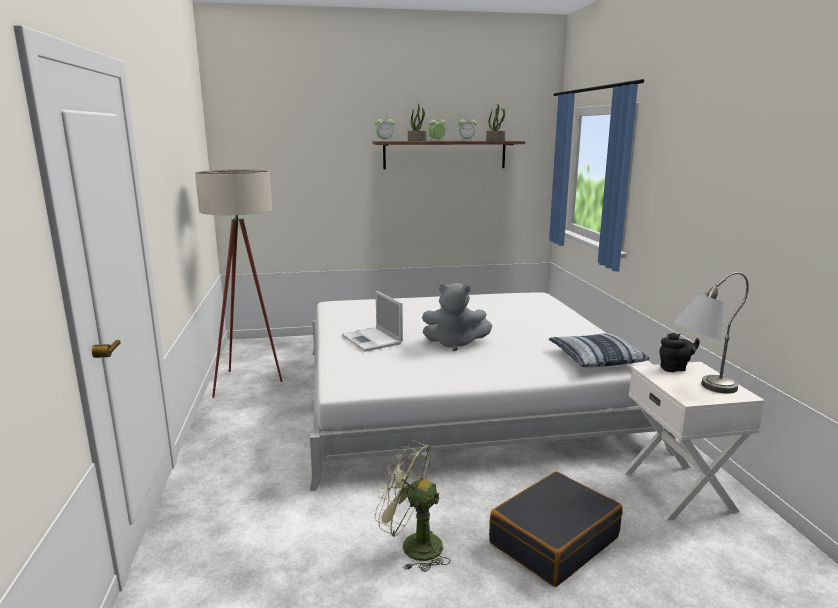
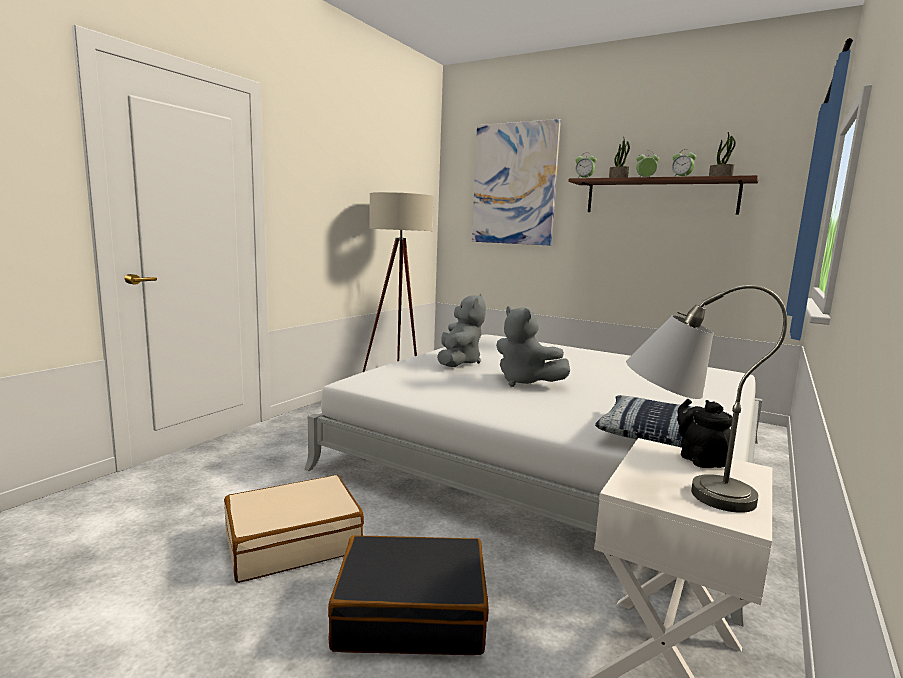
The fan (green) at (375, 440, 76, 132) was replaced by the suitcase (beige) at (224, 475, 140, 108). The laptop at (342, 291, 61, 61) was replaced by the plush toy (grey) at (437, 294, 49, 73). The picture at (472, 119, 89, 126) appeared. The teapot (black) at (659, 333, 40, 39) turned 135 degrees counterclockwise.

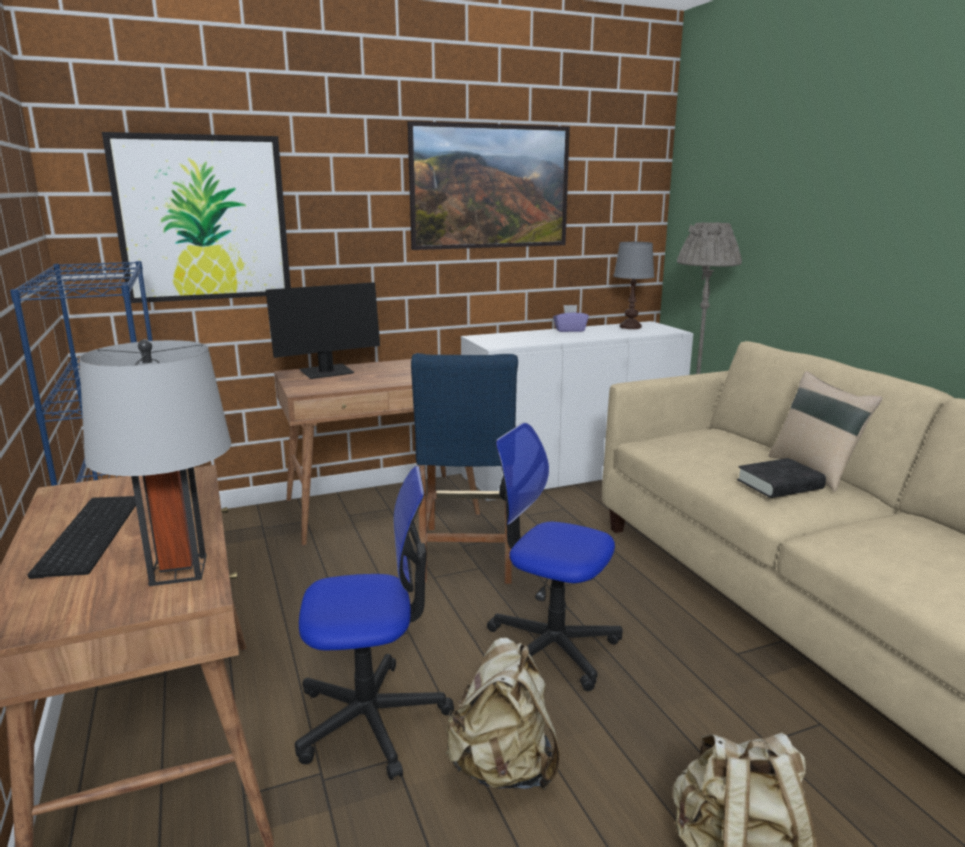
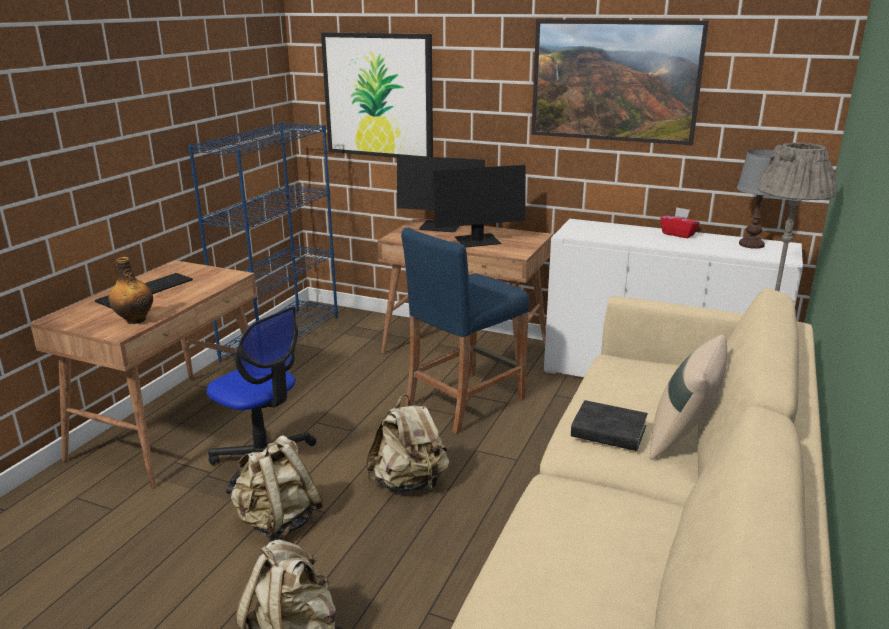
The table lamp (grey) at (79, 339, 153, 247) was replaced by the bottle at (109, 257, 44, 67). The office chair at (487, 423, 136, 268) was replaced by the backpack (beige) at (366, 394, 83, 98). The monitor at (433, 165, 93, 83) appeared. The tissue box (purple) at (553, 305, 36, 27) became the tissue box (red) at (660, 207, 40, 31).

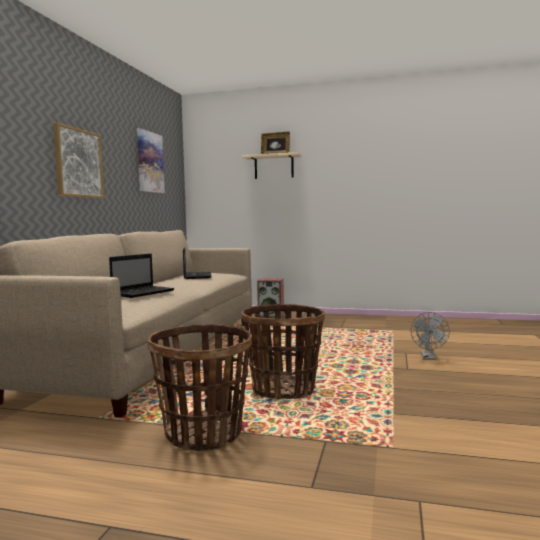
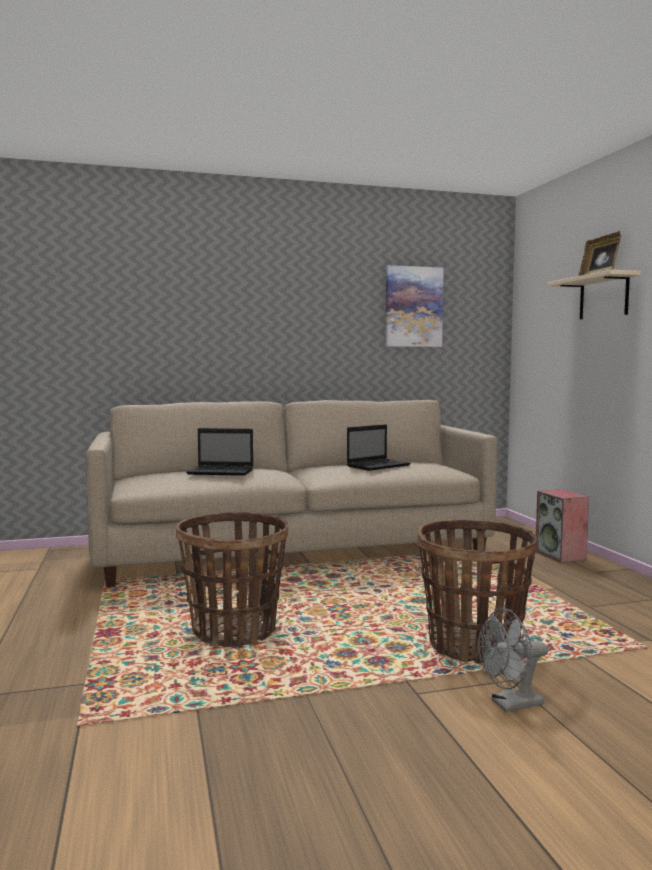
The basket moved from (148, 324, 104, 127) to (418, 520, 119, 143). The picture at (53, 123, 51, 75) disappeared.

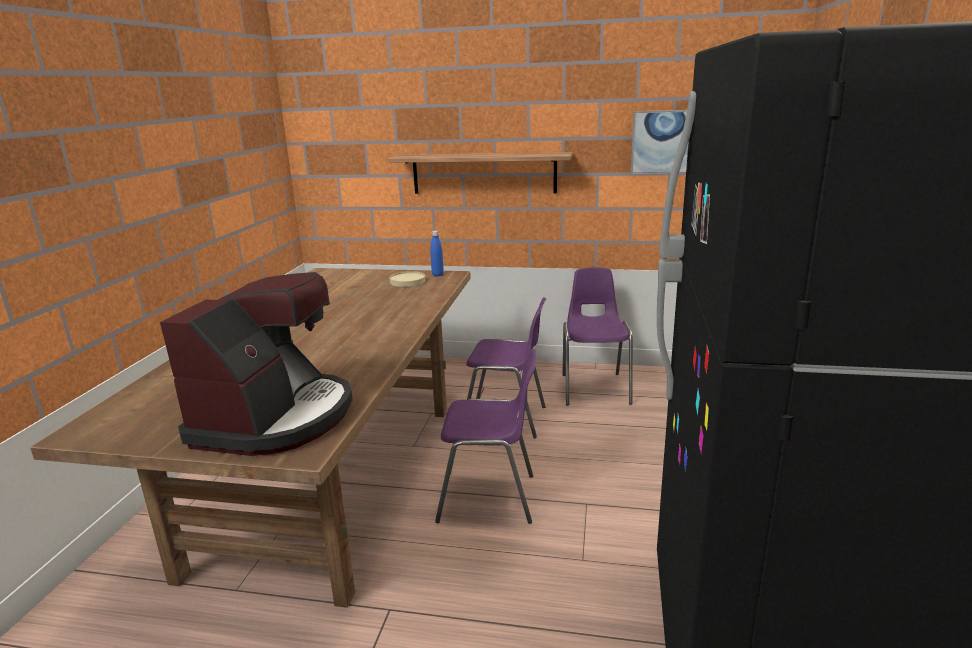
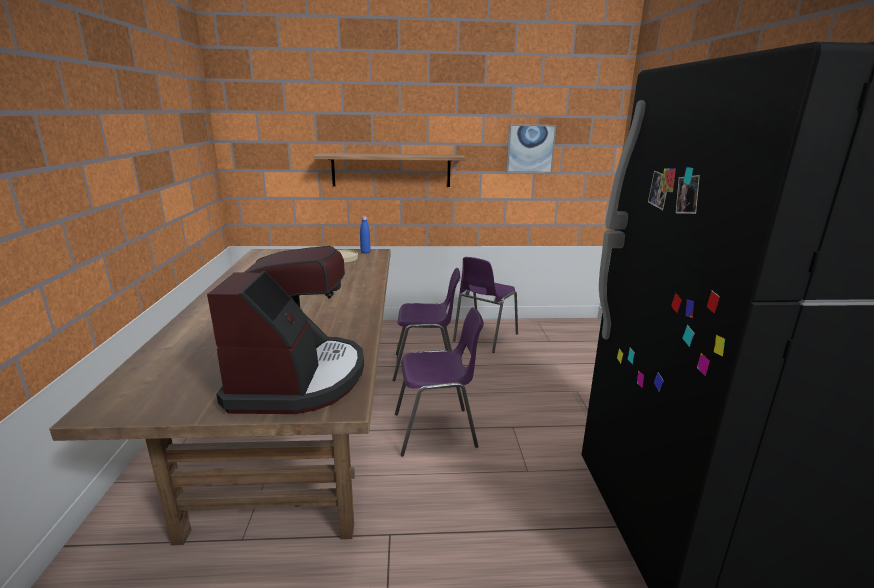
The chair (purple) at (562, 267, 71, 138) turned 135 degrees counterclockwise.

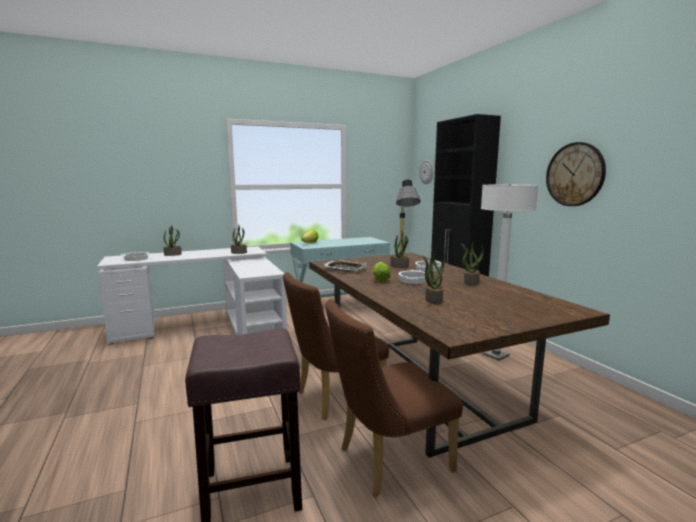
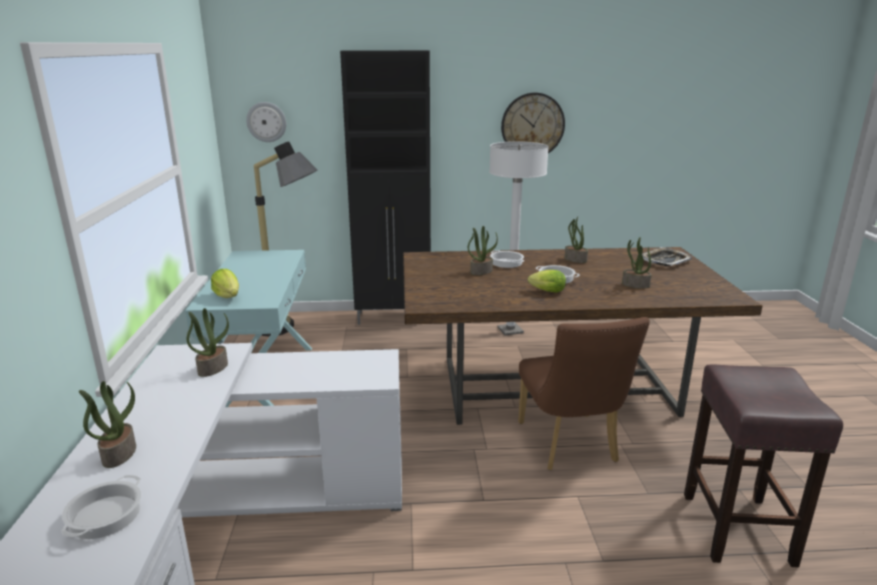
The tray moved from (323, 260, 44, 12) to (642, 247, 50, 19). The chair (brown) at (325, 299, 138, 199) disappeared.

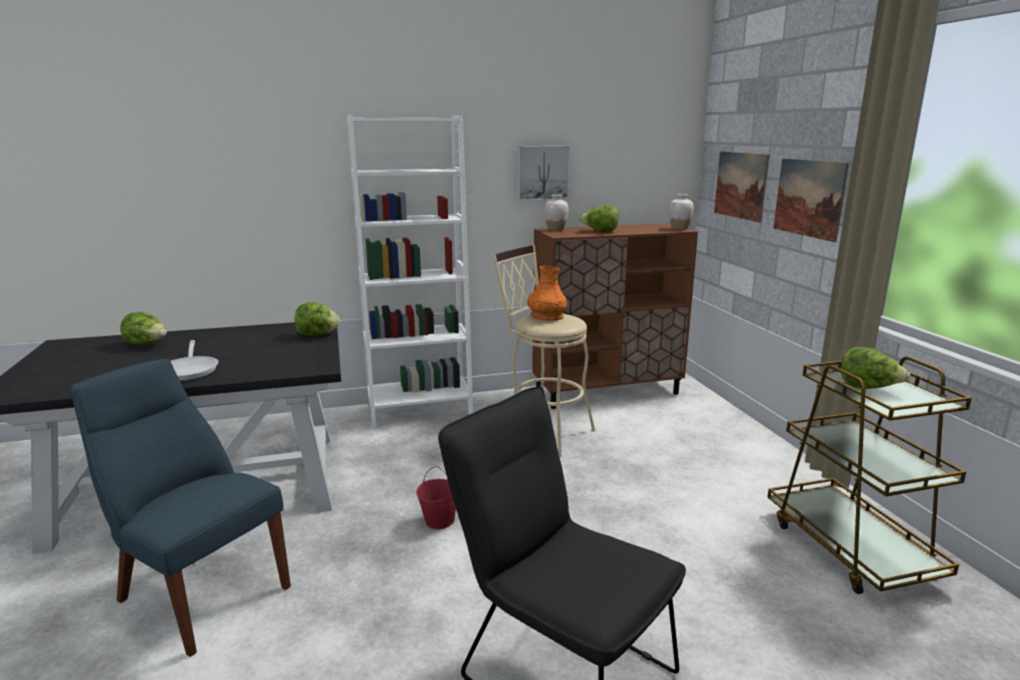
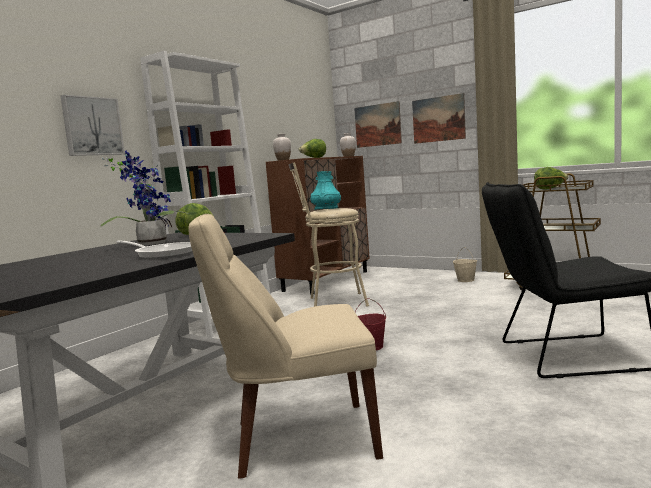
The picture moved from (517, 146, 53, 55) to (61, 95, 64, 61). The potted plant at (100, 150, 88, 95) appeared. The chair (blue) at (71, 358, 220, 299) became the chair (beige) at (188, 214, 195, 265). The vase (orange) at (527, 266, 40, 55) became the vase (turquoise) at (310, 171, 31, 39). The bucket (beige) at (453, 247, 24, 35) appeared. The lettuce at (120, 312, 47, 34) disappeared.

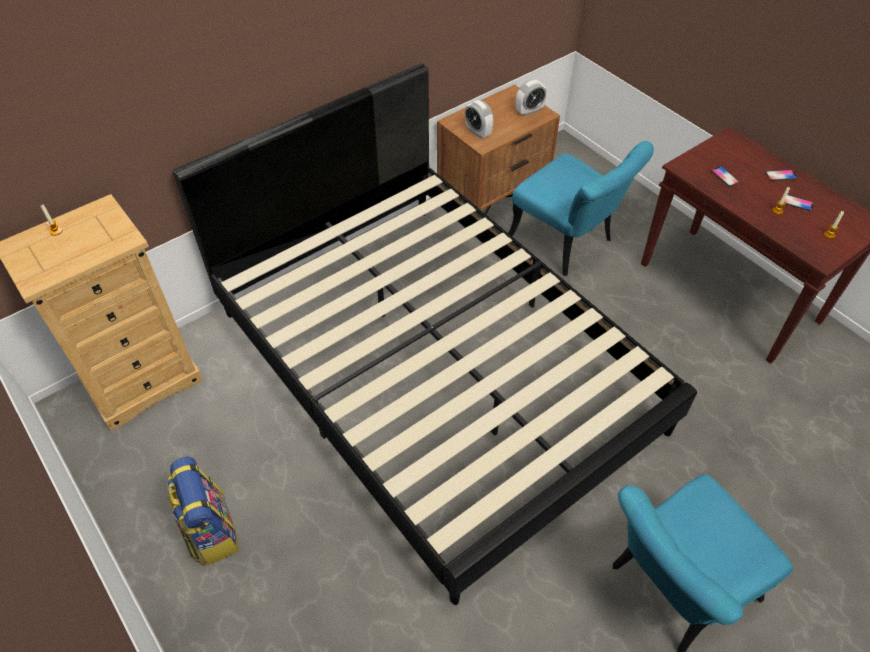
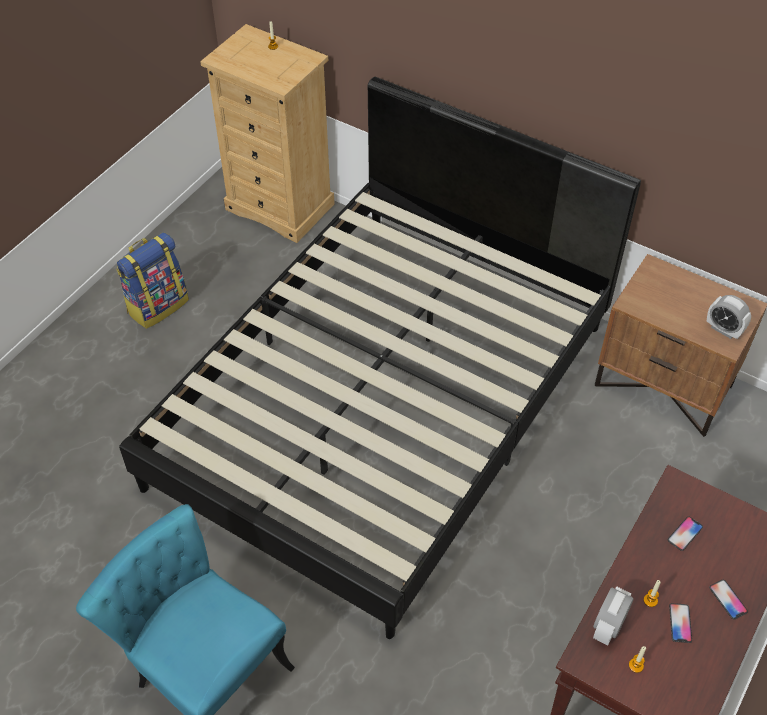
The alarm clock moved from (465, 100, 28, 38) to (593, 586, 40, 59). The chair (turquoise) at (508, 141, 146, 135) disappeared.

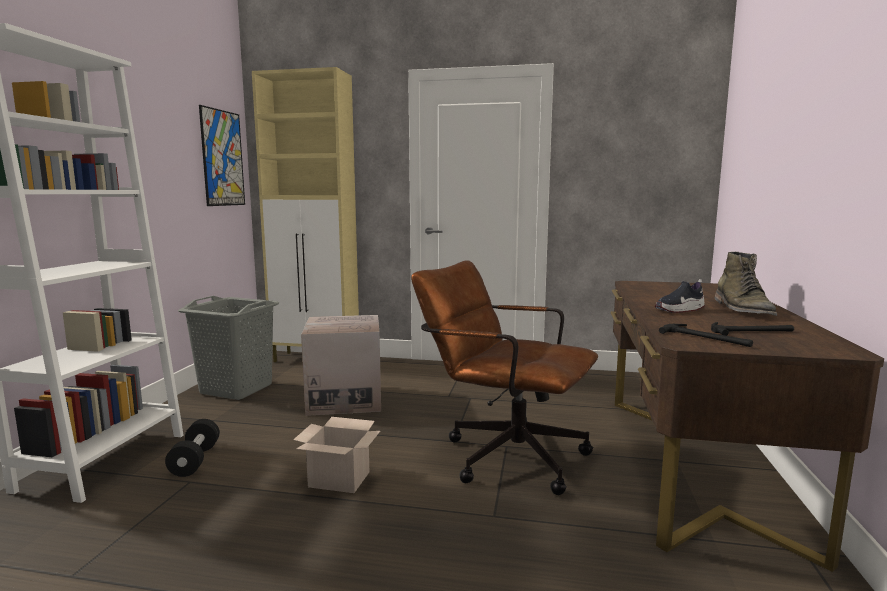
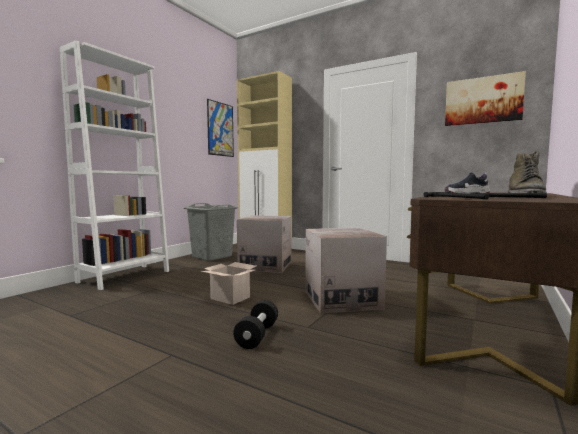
The dumbbell (black) moved from (165, 419, 55, 58) to (233, 300, 45, 49). The office chair (brown) at (411, 260, 187, 235) was replaced by the cardboard box at (305, 228, 82, 86). The picture at (445, 71, 81, 55) appeared.

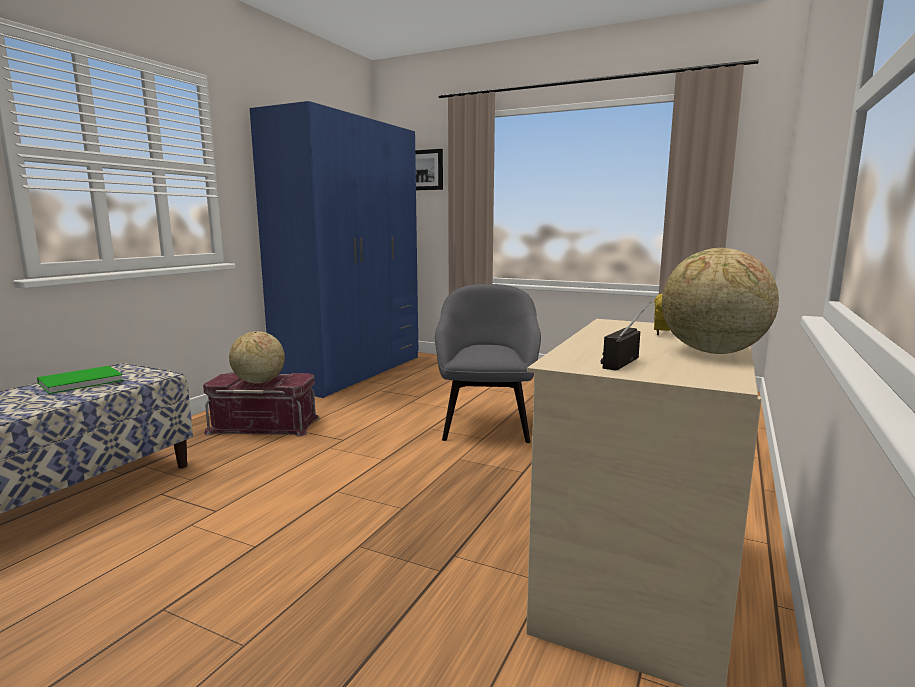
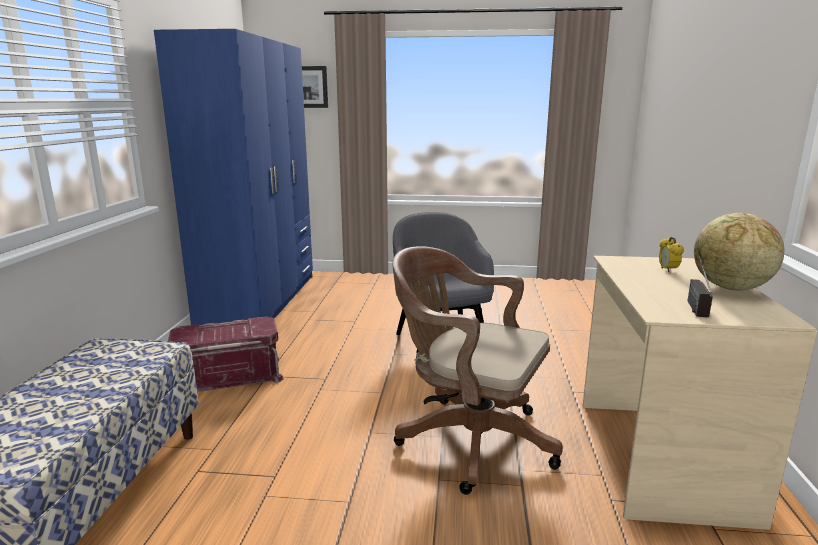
The office chair (brown) at (392, 246, 171, 249) appeared. The book (green) at (37, 366, 87, 28) disappeared. The globe at (229, 331, 56, 53) disappeared.

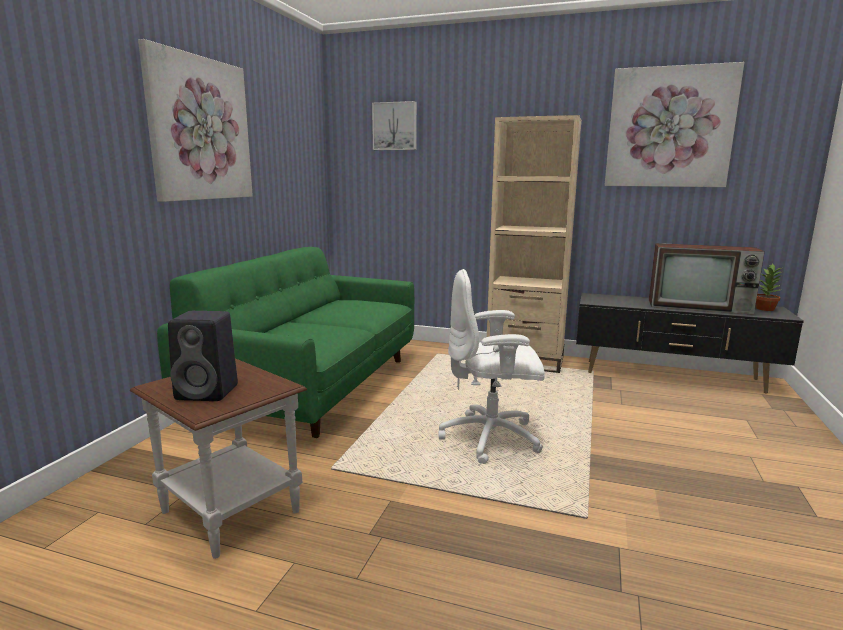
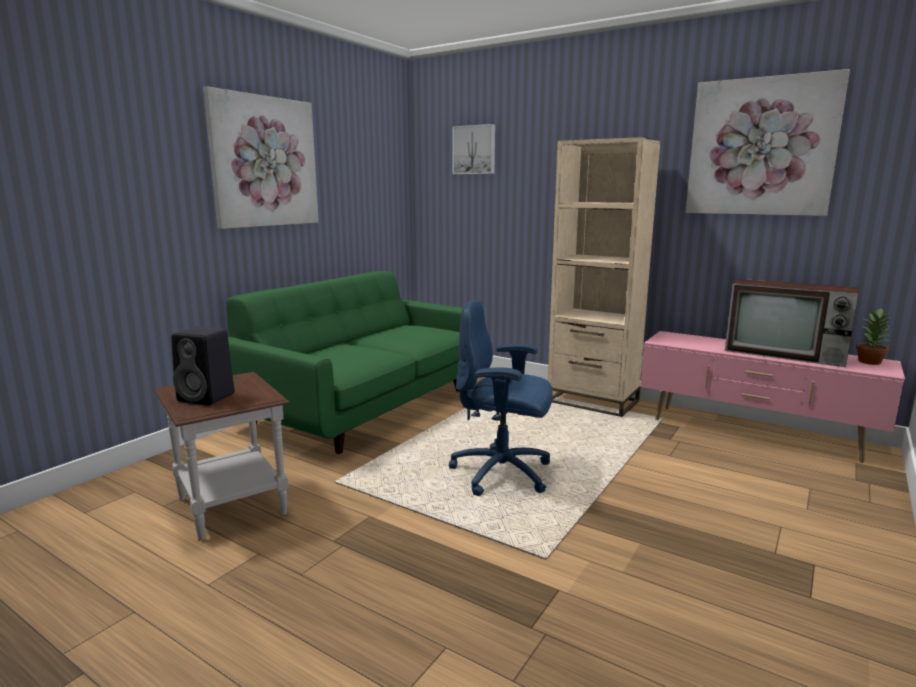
The office chair (white) at (439, 269, 106, 195) became the office chair (blue) at (449, 300, 104, 196). The tv stand (black) at (576, 293, 228, 101) became the tv stand (pink) at (640, 331, 265, 132).

